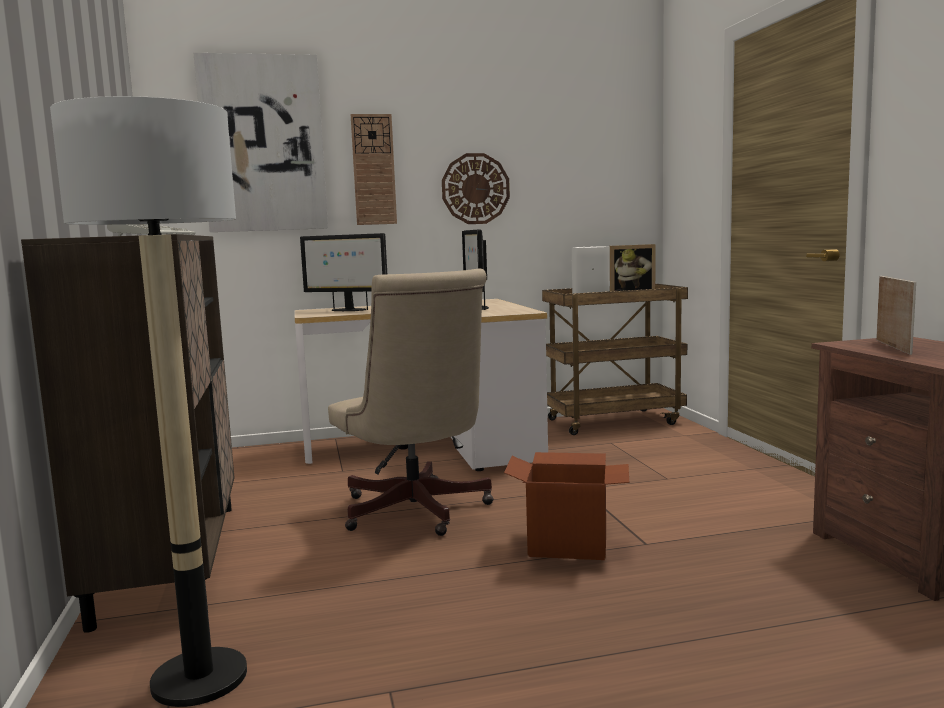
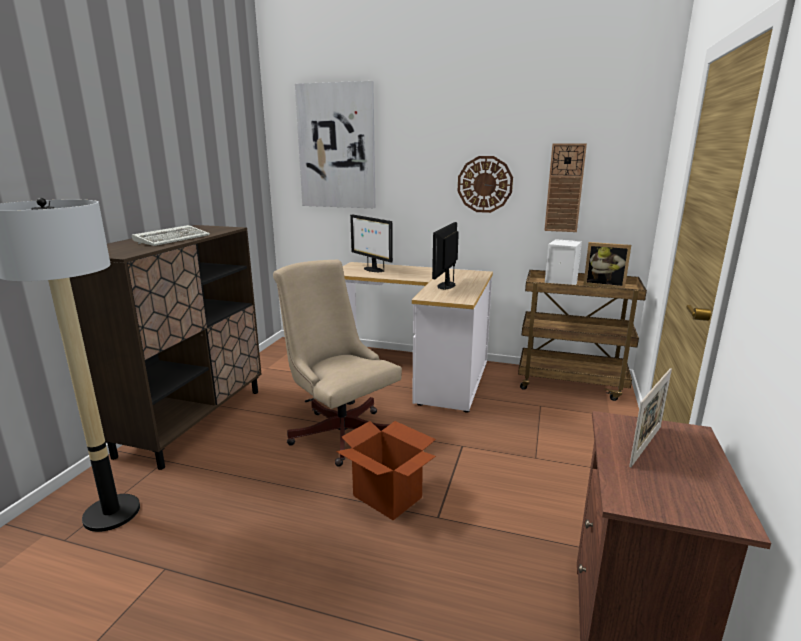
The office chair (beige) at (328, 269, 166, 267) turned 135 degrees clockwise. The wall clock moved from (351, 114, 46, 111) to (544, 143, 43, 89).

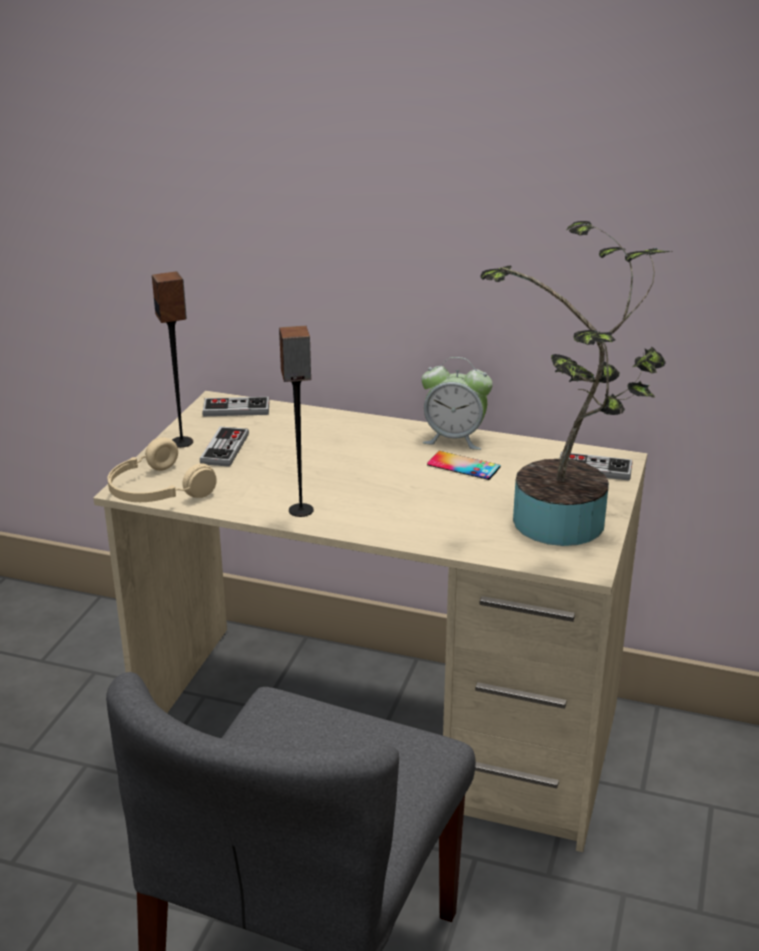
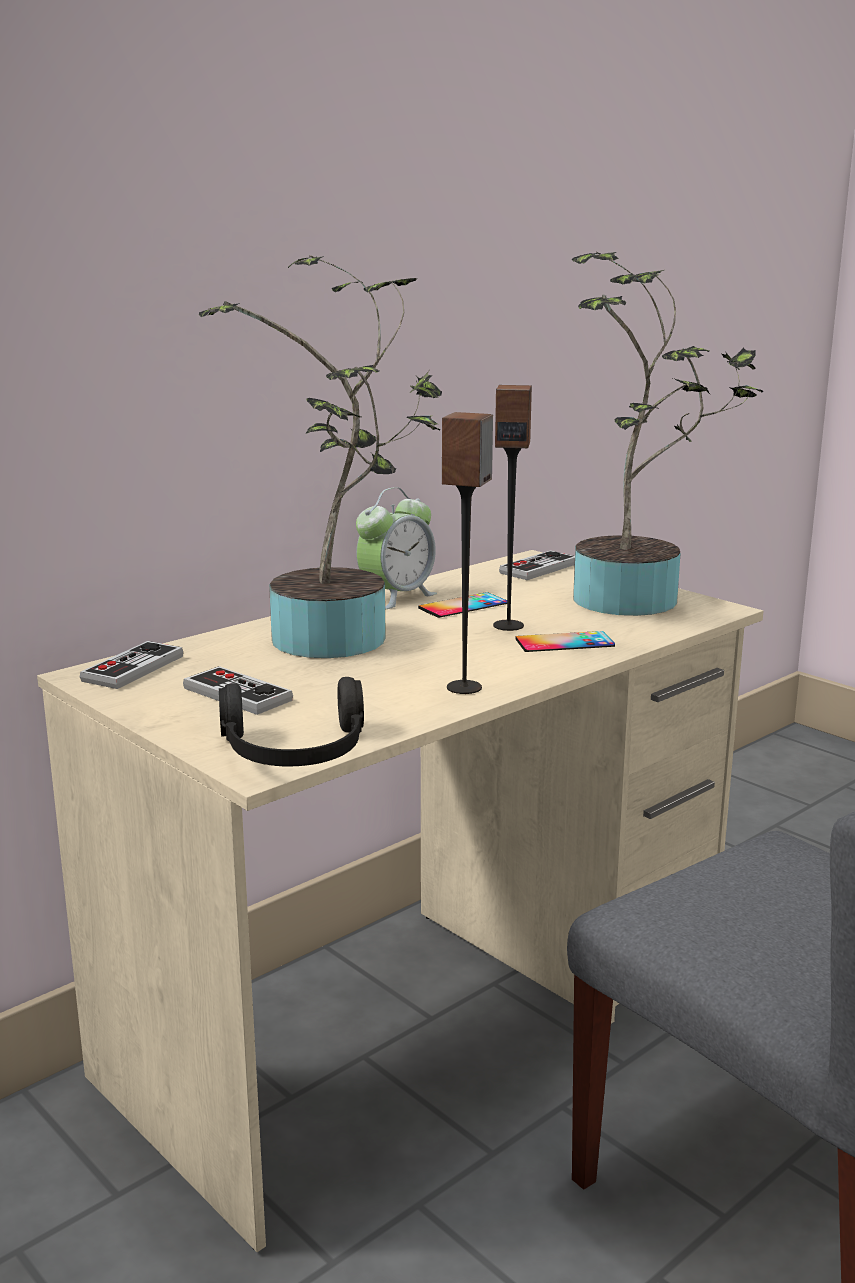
The potted plant at (199, 255, 243, 403) appeared. The headphones (beige) at (107, 437, 110, 65) became the headphones (black) at (219, 677, 145, 89). The speaker moved from (152, 272, 41, 176) to (493, 385, 39, 246). The phone at (516, 631, 99, 21) appeared.

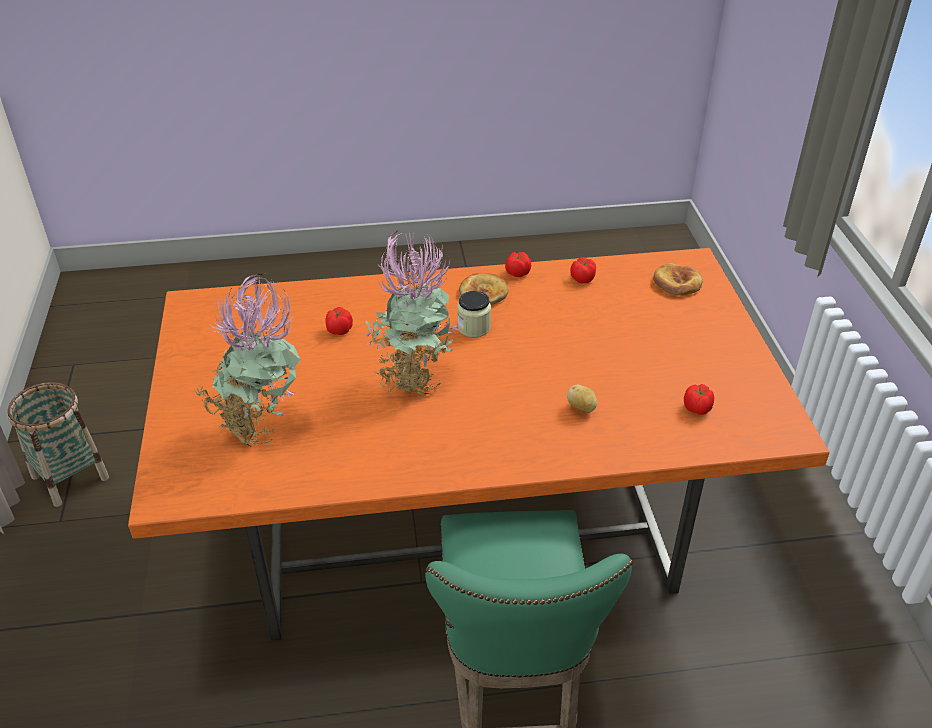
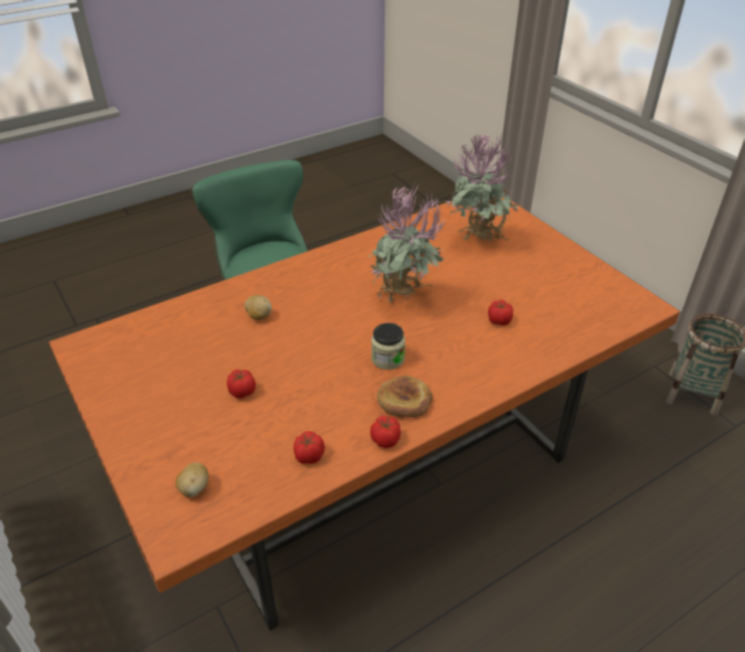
The bread at (653, 263, 50, 33) was replaced by the potato at (176, 462, 33, 35). The tomato moved from (684, 384, 30, 31) to (227, 370, 29, 28).

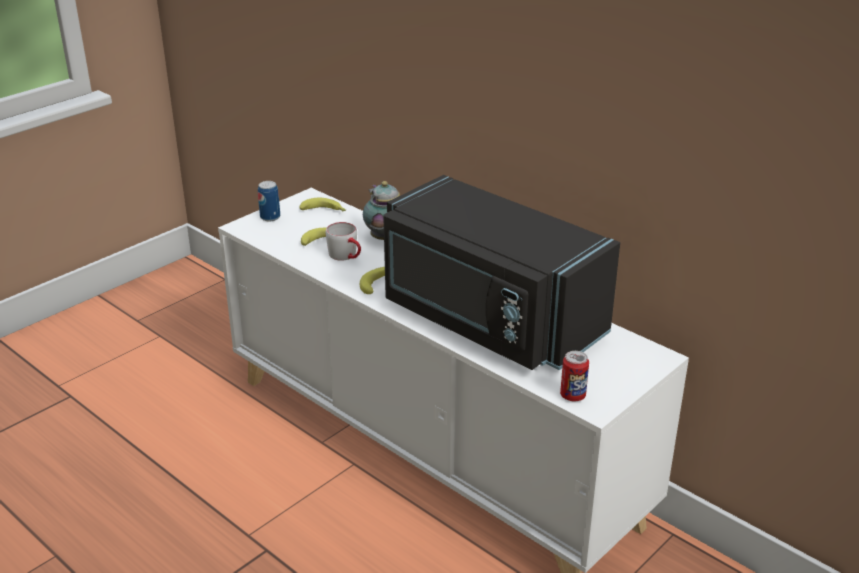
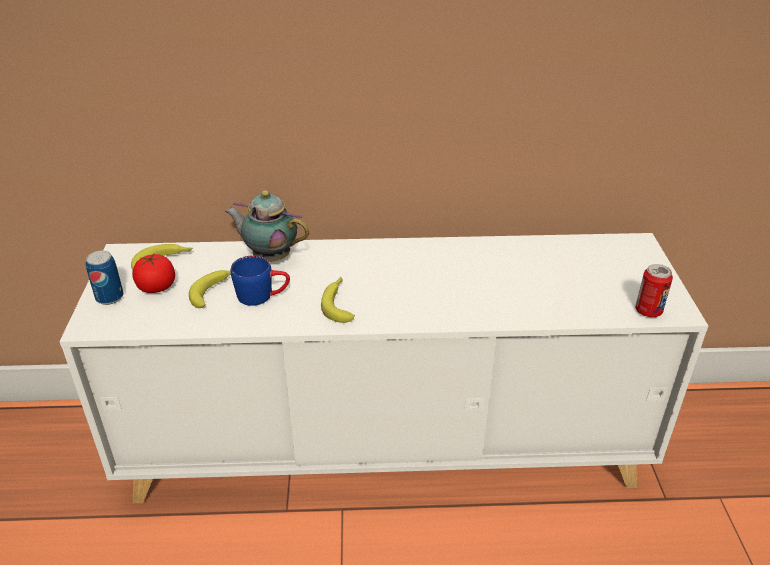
The tomato at (132, 254, 43, 39) appeared. The mug (grey) at (325, 222, 36, 39) became the mug (blue) at (230, 255, 60, 51). The microwave (black) at (383, 175, 237, 195) disappeared.

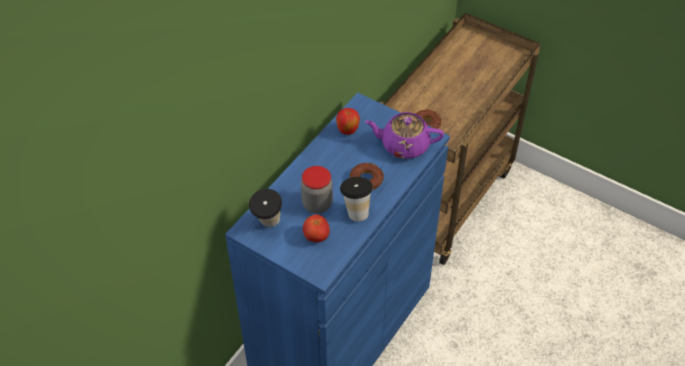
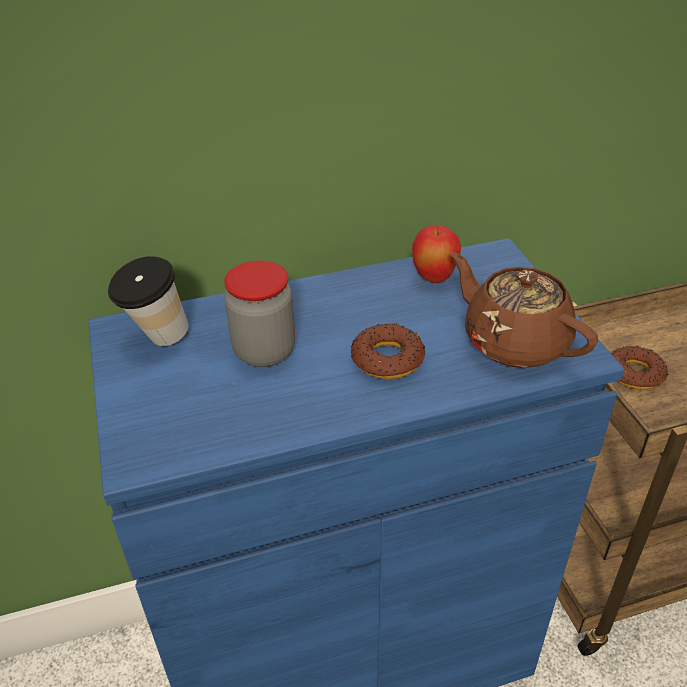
The teapot (purple) at (365, 112, 79, 47) became the teapot (brown) at (451, 252, 147, 116). The tomato at (303, 215, 27, 27) disappeared. The cup at (340, 177, 33, 44) disappeared.

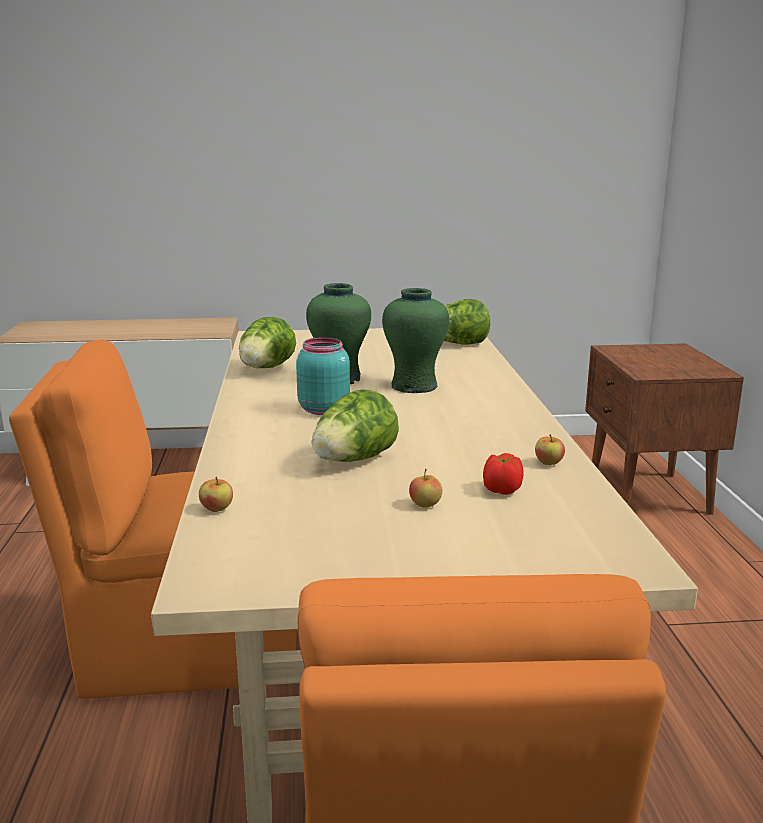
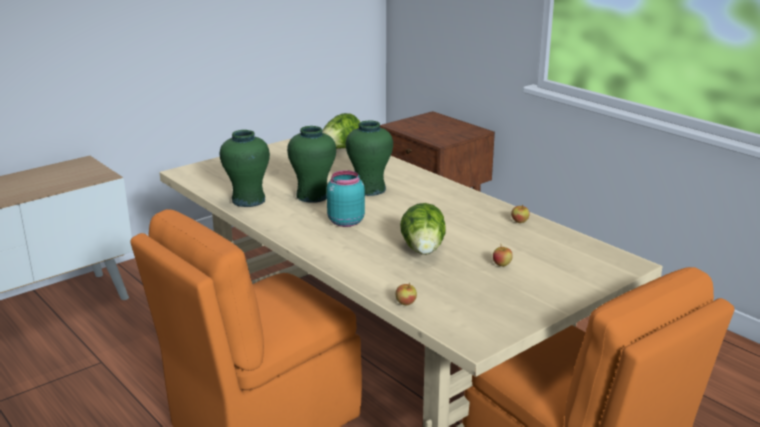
The lettuce at (239, 317, 57, 51) was replaced by the vase (green) at (220, 130, 50, 77). The tomato at (483, 453, 41, 42) disappeared.

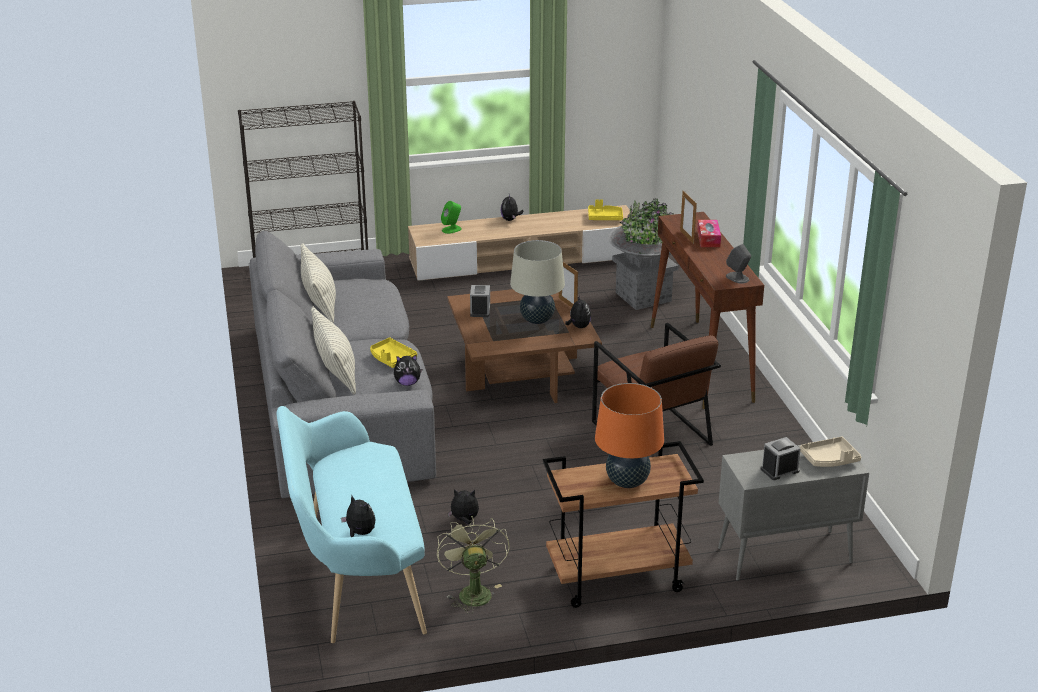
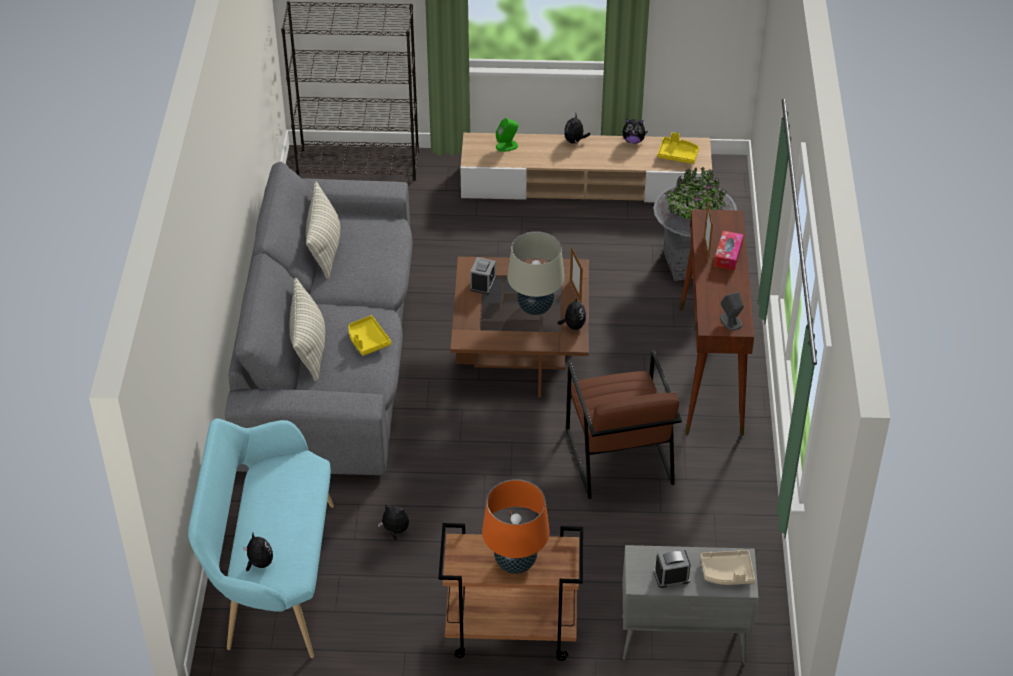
The plush toy moved from (394, 355, 28, 31) to (622, 119, 26, 25). The fan (green) at (437, 516, 73, 98) disappeared.

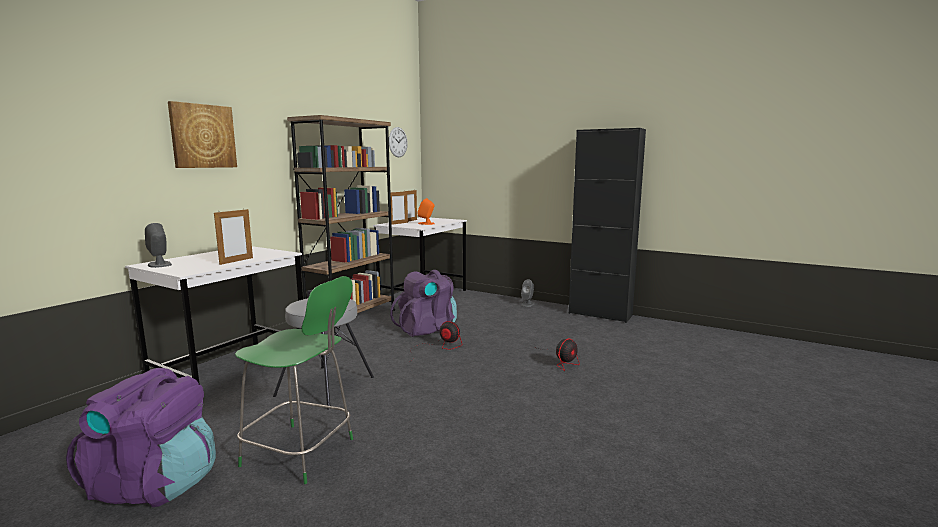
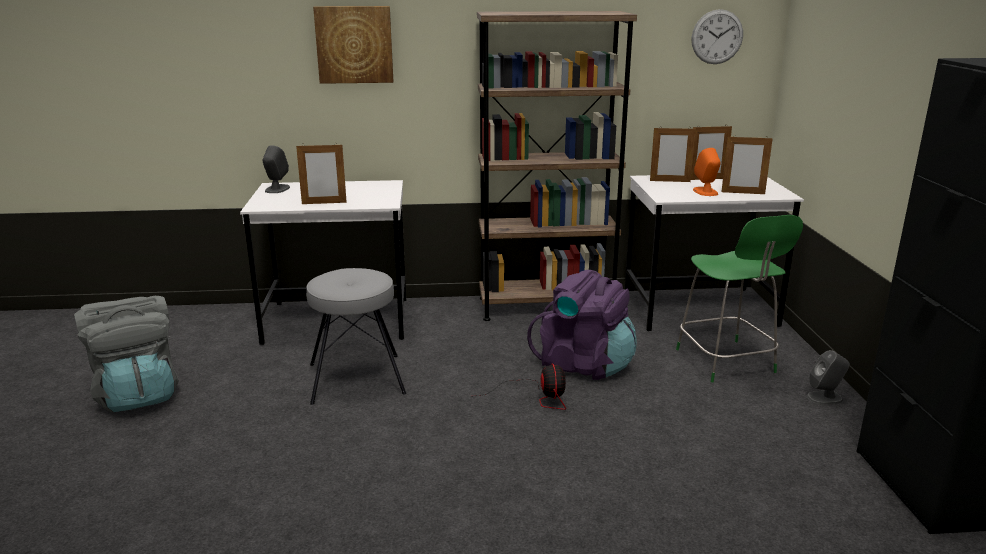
The backpack (purple) at (66, 368, 150, 139) became the backpack (grey) at (74, 296, 105, 116). The chair (green) moved from (235, 276, 118, 208) to (676, 215, 127, 167). The picture frame at (721, 135, 52, 59) appeared. The fan at (537, 338, 43, 33) disappeared.

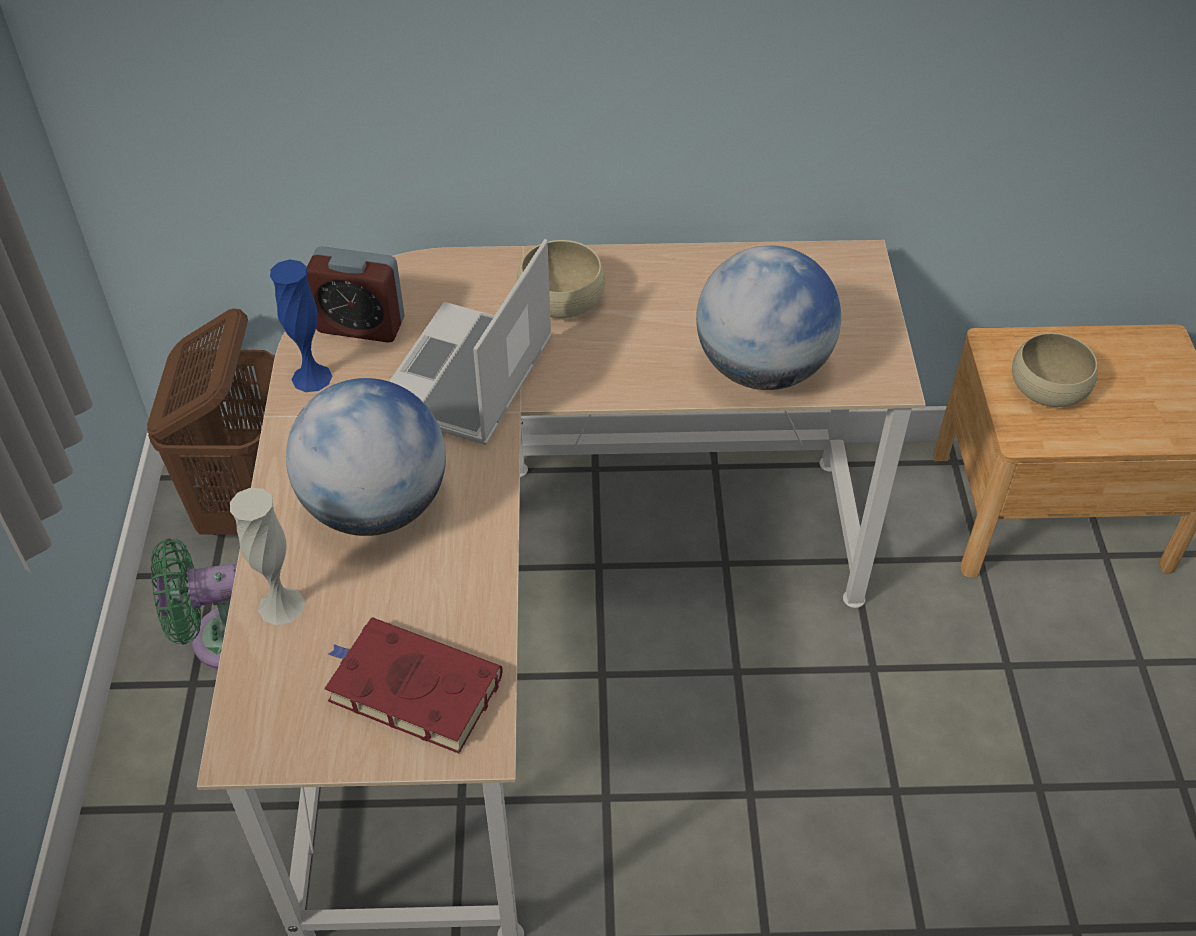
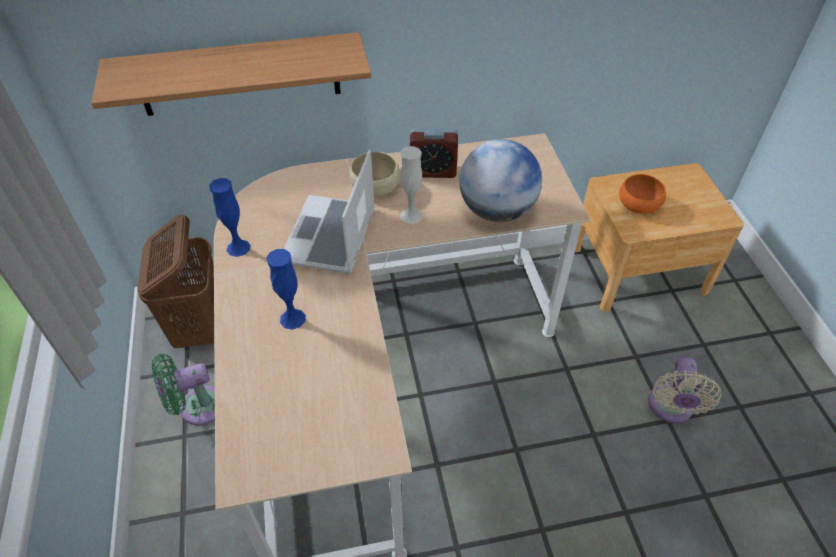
The shelf at (91, 32, 280, 84) appeared. The globe at (286, 378, 160, 158) was replaced by the vase (blue) at (266, 249, 40, 81). The vase (white) moved from (230, 488, 75, 137) to (400, 146, 23, 78). The alarm clock moved from (307, 246, 98, 97) to (410, 128, 48, 50). The bowl (beige) at (1012, 333, 86, 74) became the bowl (orange) at (619, 174, 47, 40). The fan (beige) at (648, 357, 74, 66) appeared. The book (red) at (325, 617, 178, 137) disappeared.

